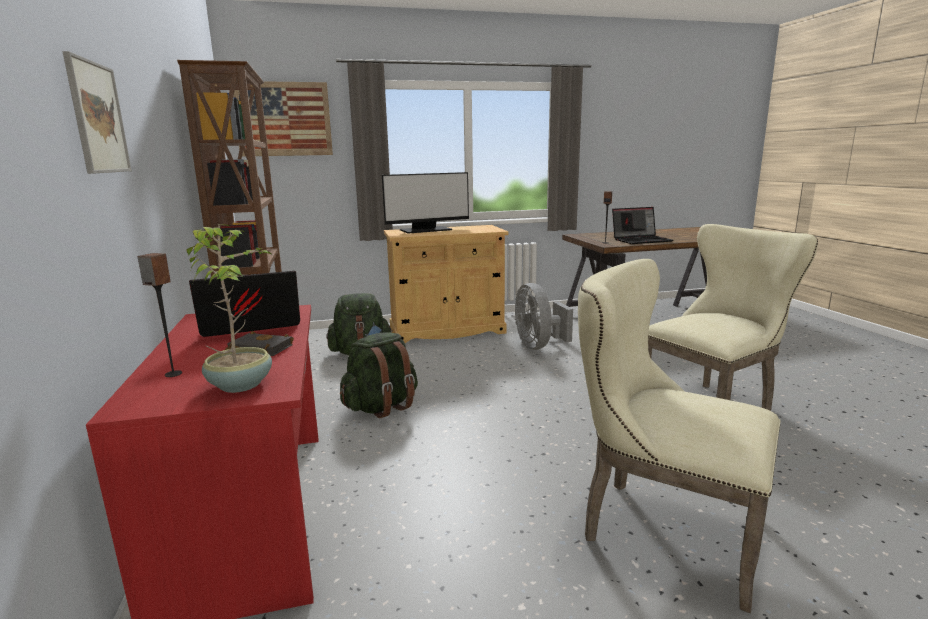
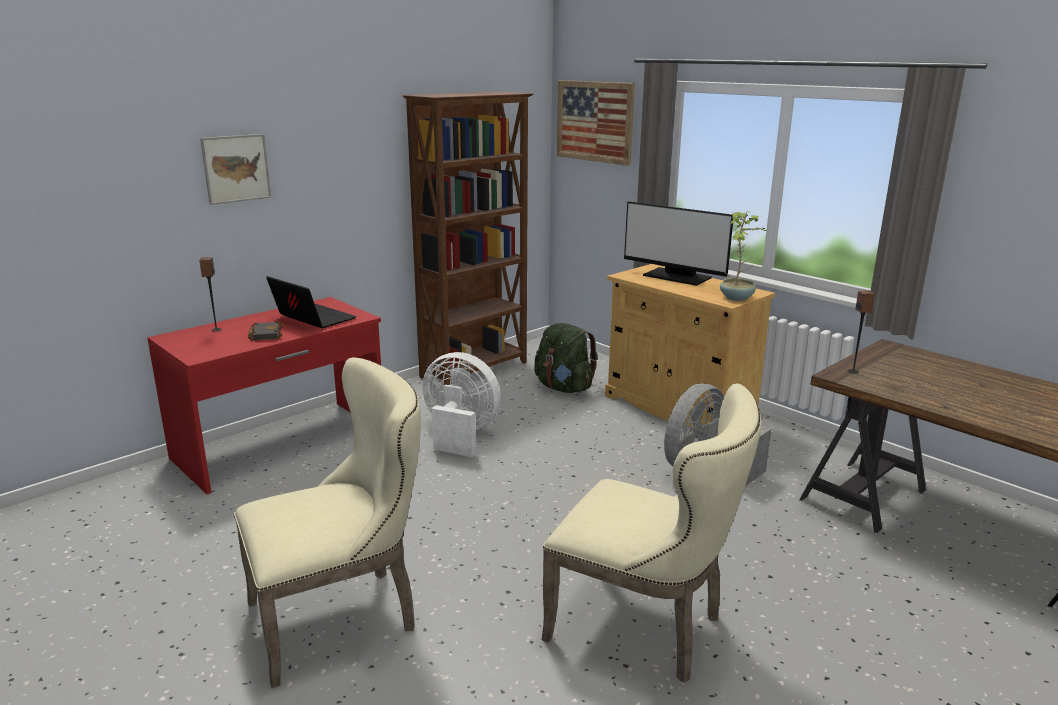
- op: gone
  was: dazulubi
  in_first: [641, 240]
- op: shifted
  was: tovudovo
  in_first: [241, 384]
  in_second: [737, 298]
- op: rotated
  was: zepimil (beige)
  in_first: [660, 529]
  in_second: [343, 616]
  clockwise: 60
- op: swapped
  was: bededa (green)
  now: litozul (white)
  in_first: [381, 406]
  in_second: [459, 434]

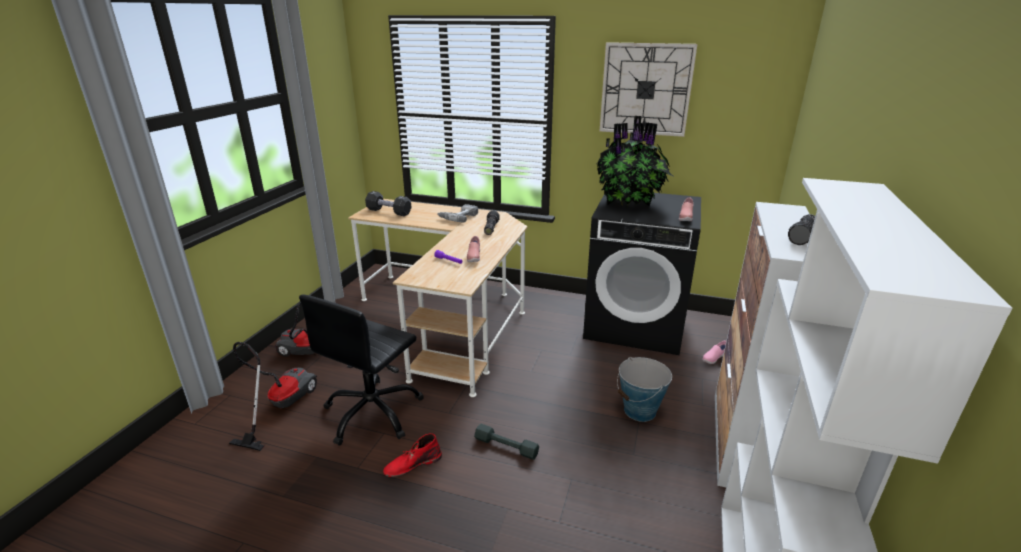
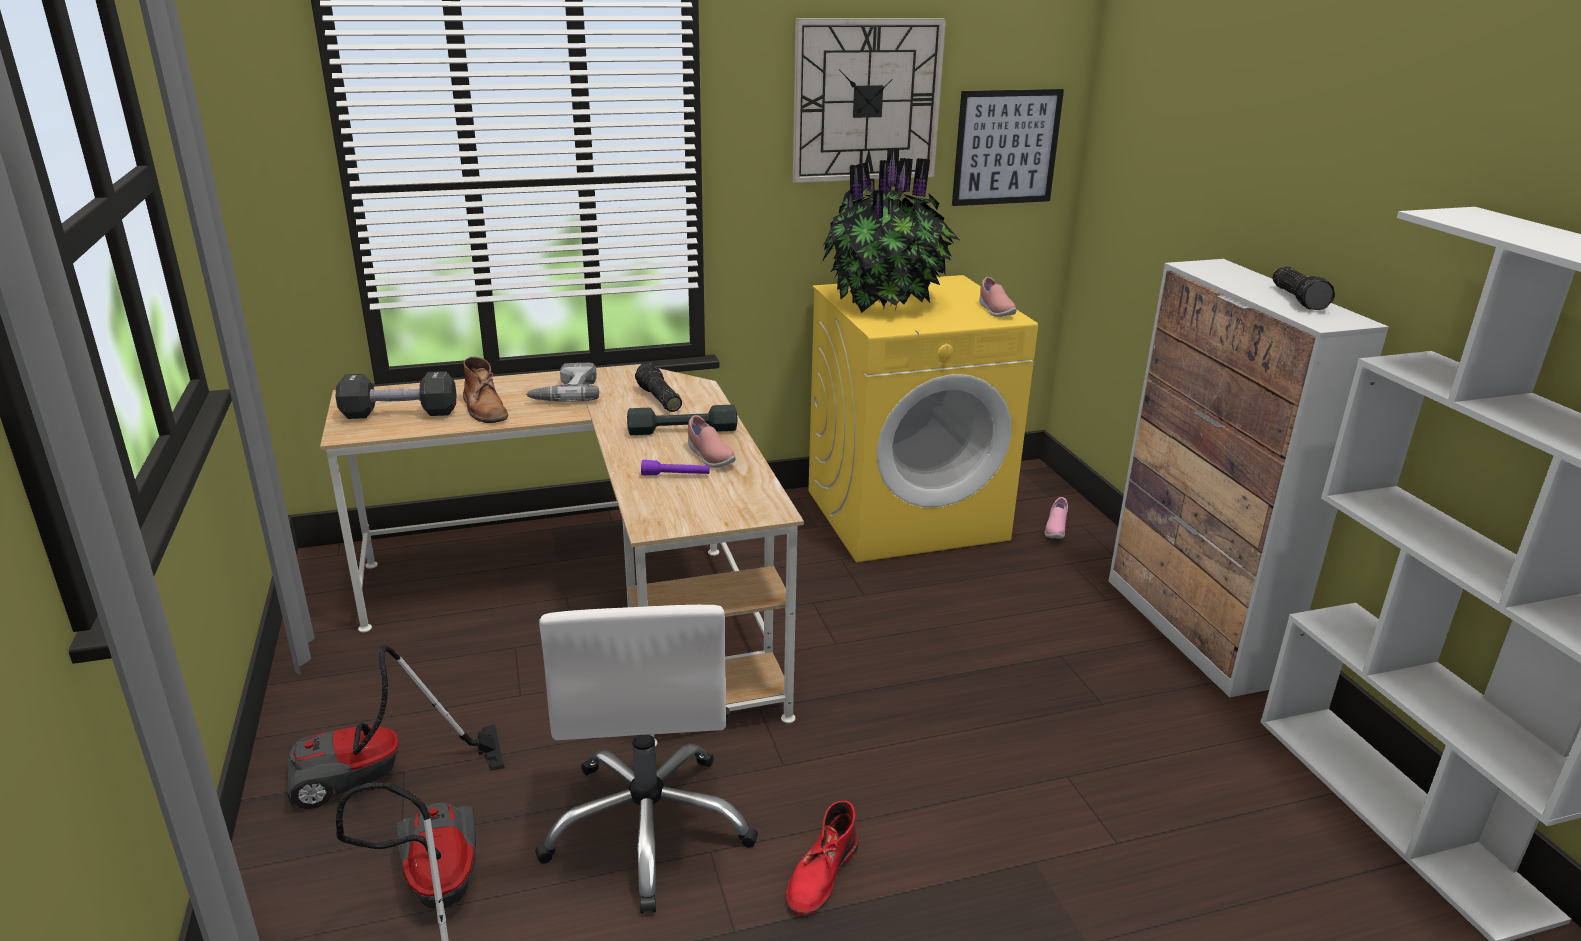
- op: repainted
  was: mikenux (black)
  now: mikenux (yellow)
  in_first: [635, 324]
  in_second: [906, 514]
- op: repainted
  was: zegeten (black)
  now: zegeten (white)
  in_first: [373, 413]
  in_second: [649, 826]
- op: gone
  was: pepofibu
  in_first: [640, 411]
- op: shifted
  was: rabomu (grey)
  in_first: [506, 446]
  in_second: [682, 430]
- op: new
  now: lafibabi
  in_second: [1006, 147]
- op: new
  now: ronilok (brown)
  in_second: [485, 409]

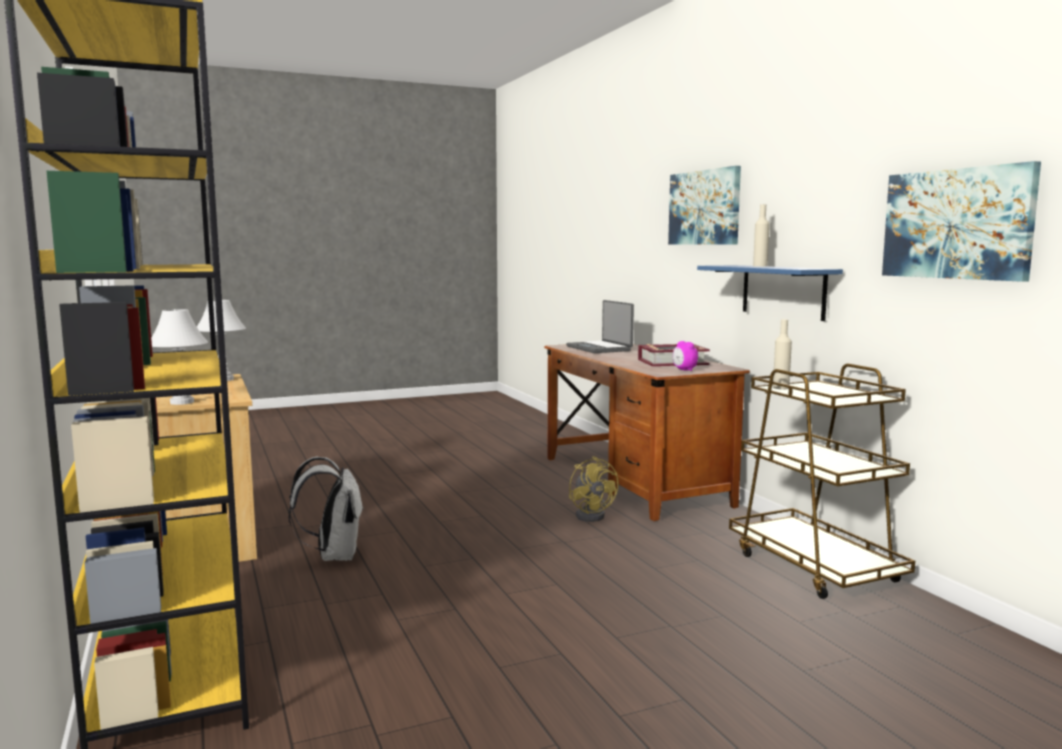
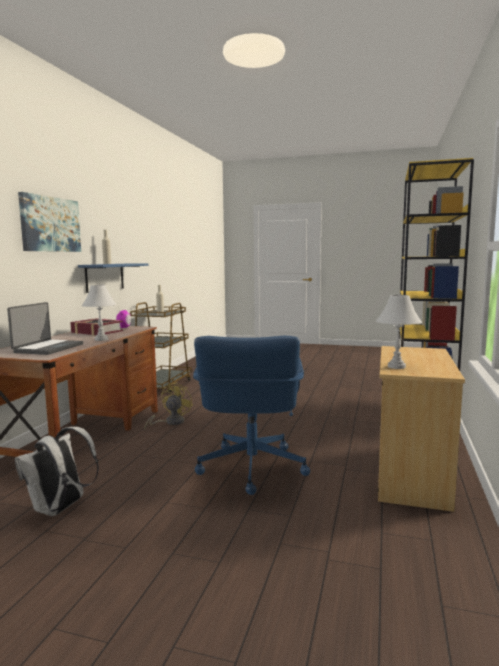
- op: gone
  was: lafibabi
  in_first: [956, 224]
- op: shifted
  was: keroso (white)
  in_first: [182, 402]
  in_second: [101, 339]
- op: shifted
  was: bededa (white)
  in_first: [333, 556]
  in_second: [60, 509]
- op: new
  now: zegeten (blue)
  in_second: [251, 468]

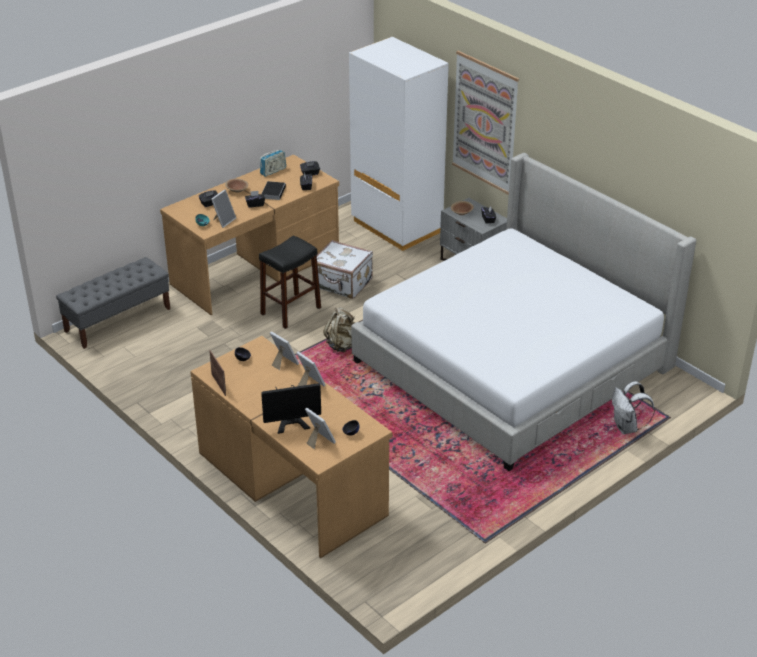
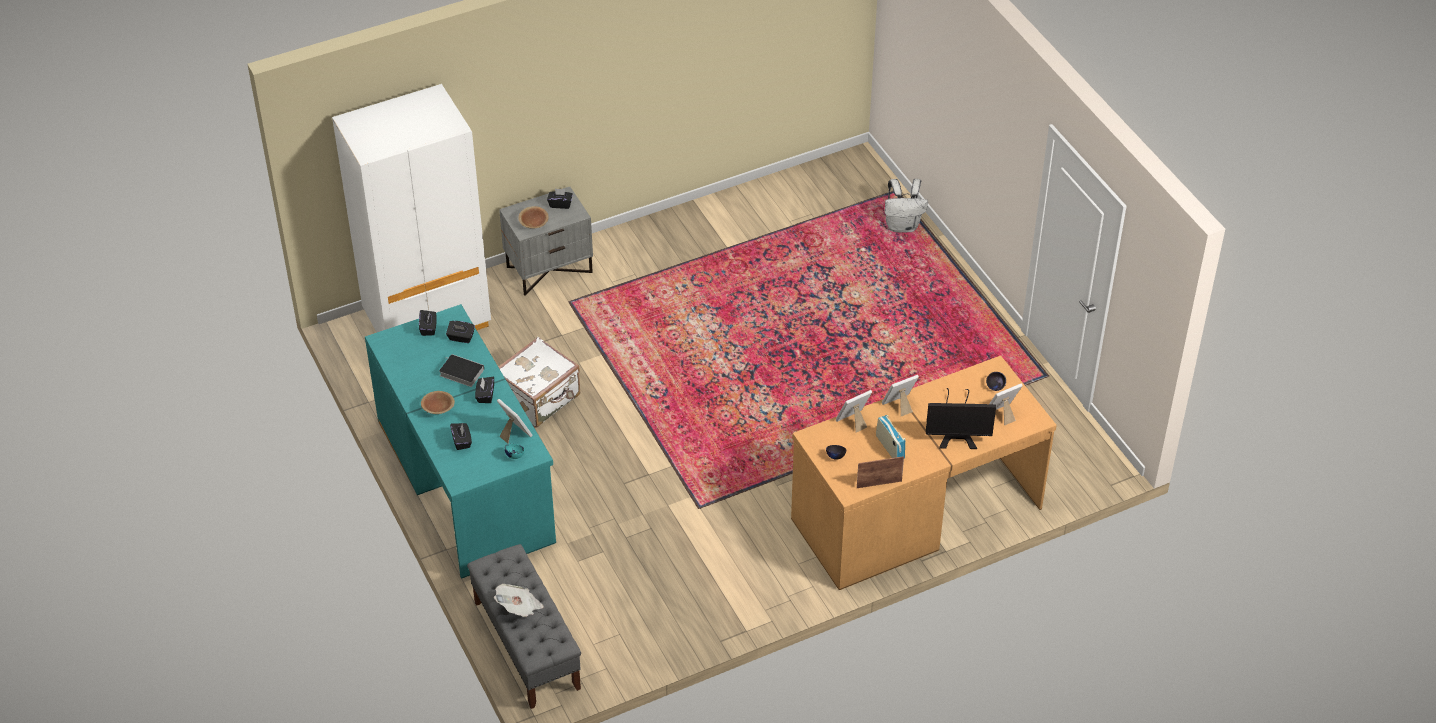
- op: gone
  was: lafibabi
  in_first: [484, 123]
- op: shifted
  was: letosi
  in_first: [273, 171]
  in_second: [890, 447]
- op: gone
  was: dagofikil
  in_first: [512, 364]
- op: repainted
  was: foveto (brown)
  now: foveto (turquoise)
  in_first: [256, 270]
  in_second: [467, 480]
- op: gone
  was: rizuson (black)
  in_first: [290, 311]
- op: gone
  was: bededa (beige)
  in_first: [342, 345]
- op: rotated
  was: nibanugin
  in_first: [290, 418]
  in_second: [957, 431]
  clockwise: 90
- op: new
  now: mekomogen
  in_second: [519, 608]

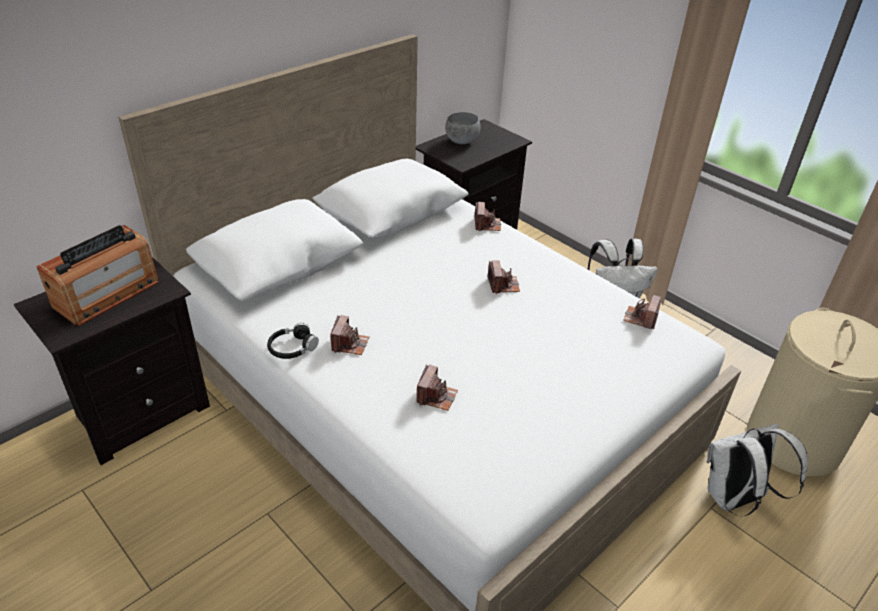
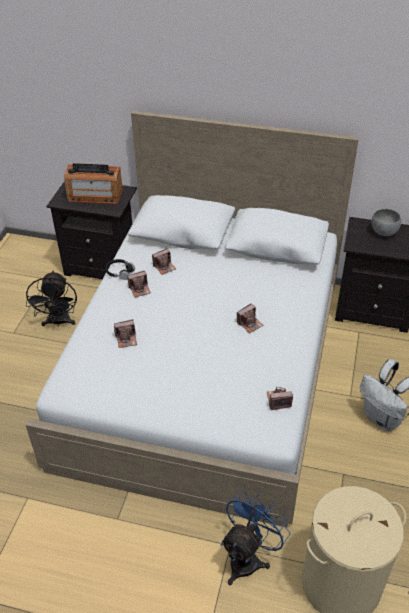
- op: shifted
  was: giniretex
  in_first: [487, 225]
  in_second: [164, 267]
- op: swapped
  was: bededa (white)
  now: litozul (blue)
  in_first: [734, 499]
  in_second: [248, 557]
- op: new
  now: litozul (black)
  in_second: [58, 322]

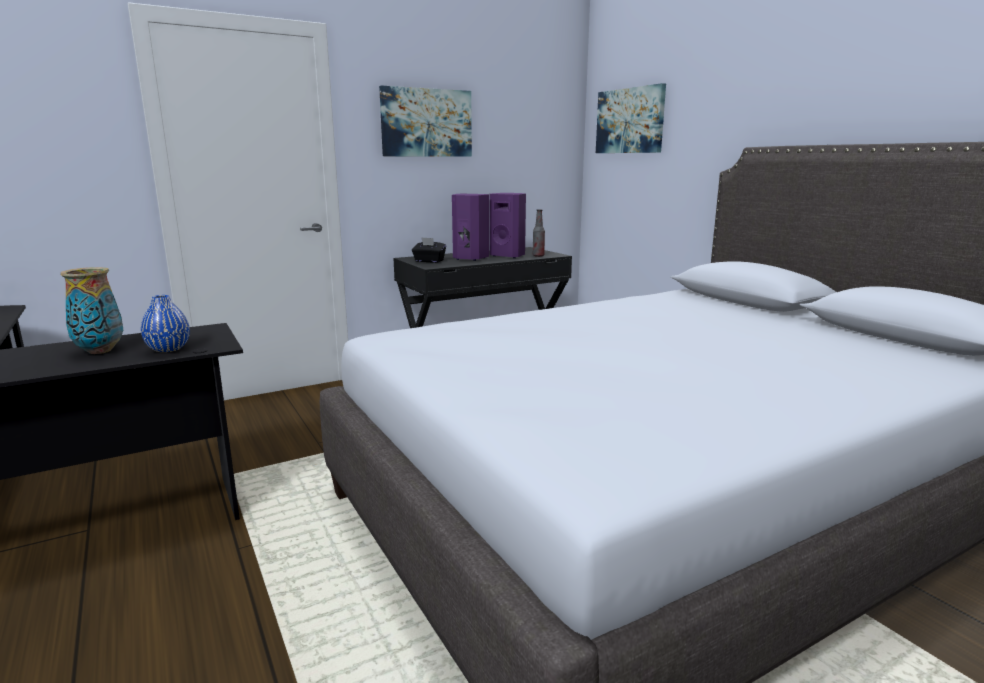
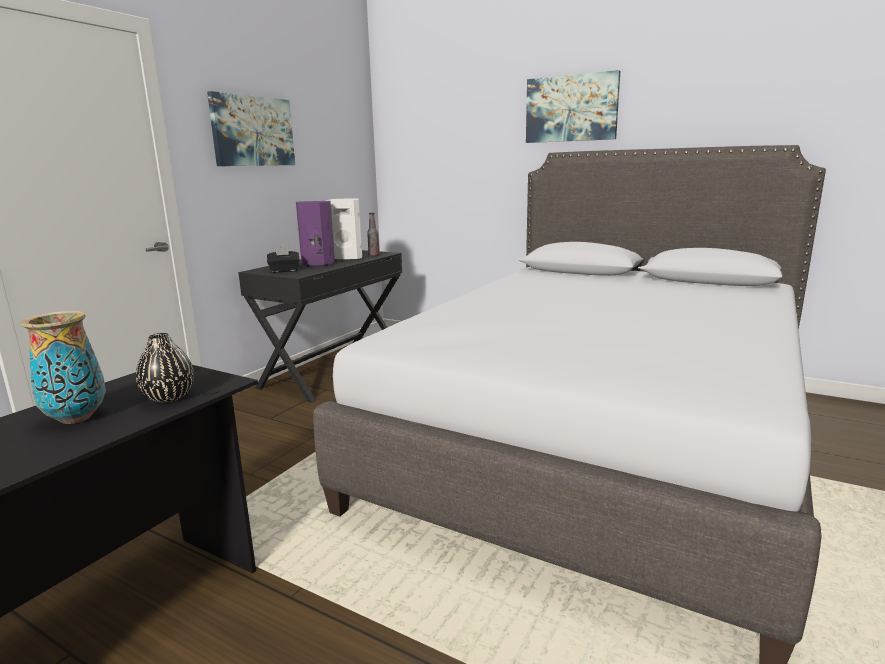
- op: shifted
  was: lafibabi
  in_first: [630, 121]
  in_second: [571, 108]
- op: repainted
  was: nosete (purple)
  now: nosete (white)
  in_first: [508, 256]
  in_second: [348, 258]
- op: repainted
  was: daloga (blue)
  now: daloga (black)
  in_first: [168, 349]
  in_second: [169, 397]

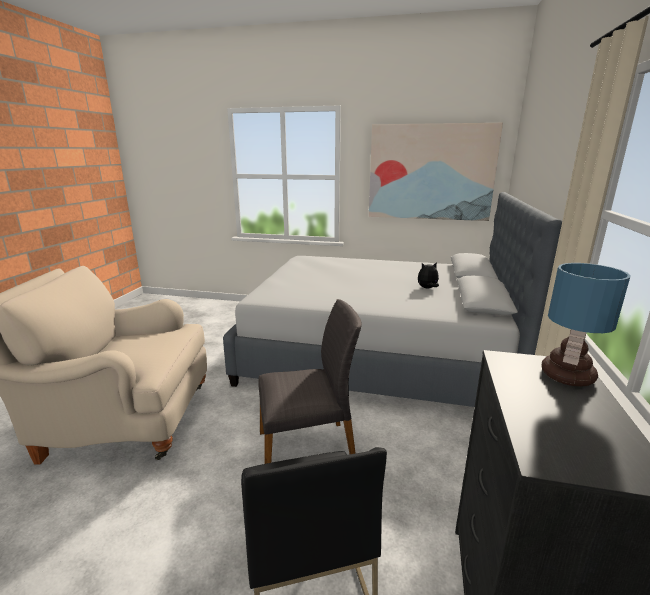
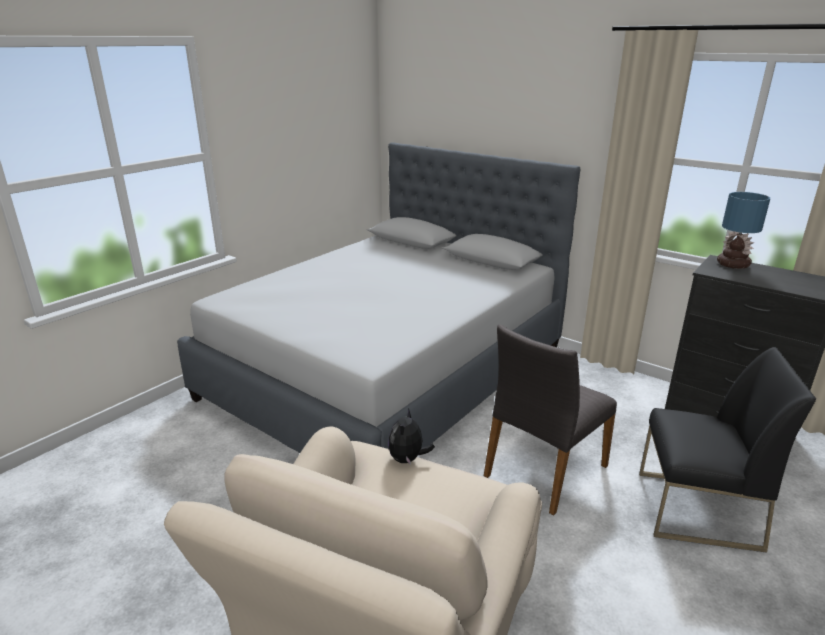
- op: gone
  was: lafibabi
  in_first: [430, 172]
- op: shifted
  was: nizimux
  in_first: [427, 288]
  in_second: [408, 459]
- op: rotated
  was: zepimil (grey)
  in_first: [307, 450]
  in_second: [543, 470]
  clockwise: -150

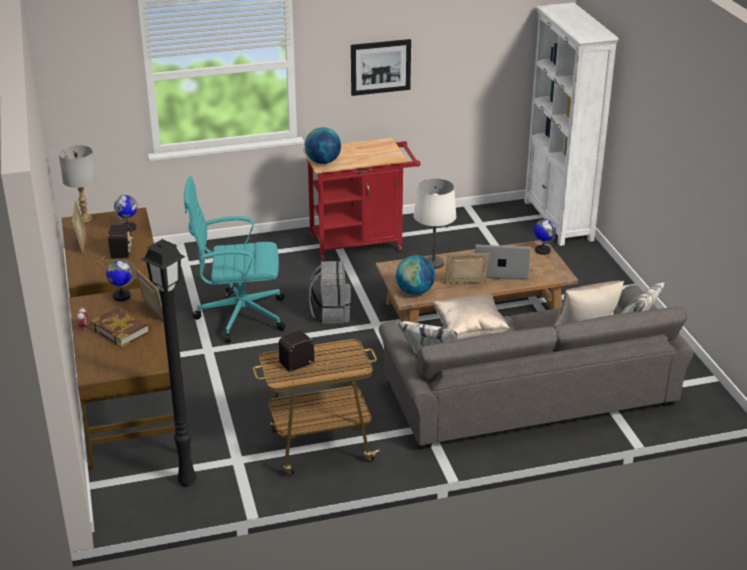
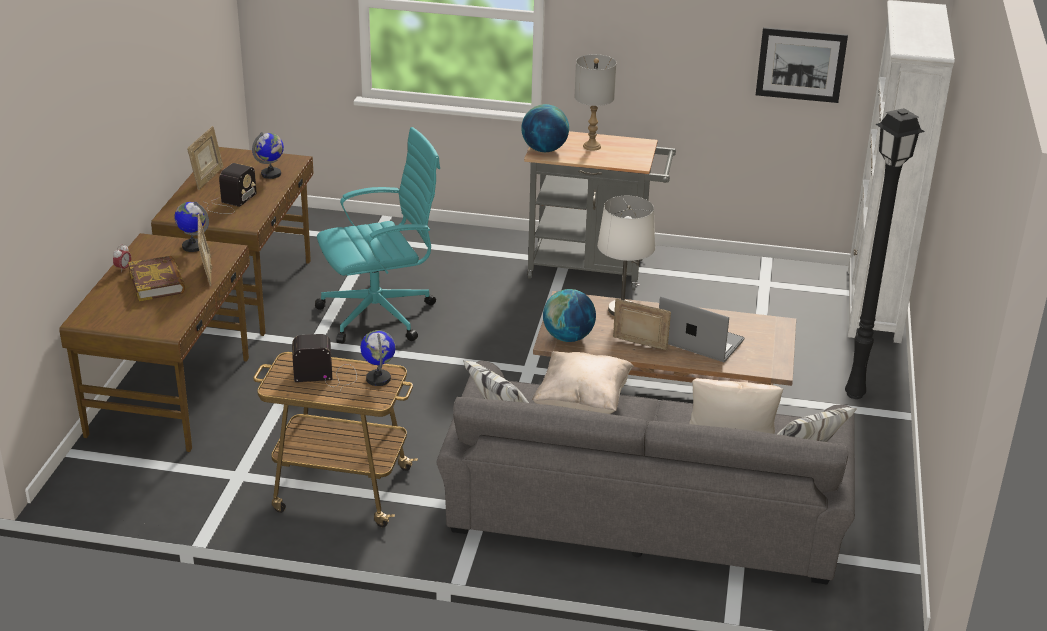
- op: shifted
  was: lafibabi
  in_first: [380, 67]
  in_second: [801, 64]
- op: repainted
  was: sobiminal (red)
  now: sobiminal (grey)
  in_first: [361, 243]
  in_second: [594, 269]
- op: shifted
  was: keroso (grey)
  in_first: [85, 218]
  in_second: [592, 146]
- op: rotated
  was: zegeten (turquoise)
  in_first: [239, 316]
  in_second: [381, 314]
  clockwise: 135
- op: shifted
  was: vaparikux
  in_first: [542, 250]
  in_second: [378, 379]
- op: shifted
  was: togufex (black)
  in_first: [187, 483]
  in_second: [854, 395]
- op: gone
  was: bededa (grey)
  in_first: [331, 313]

